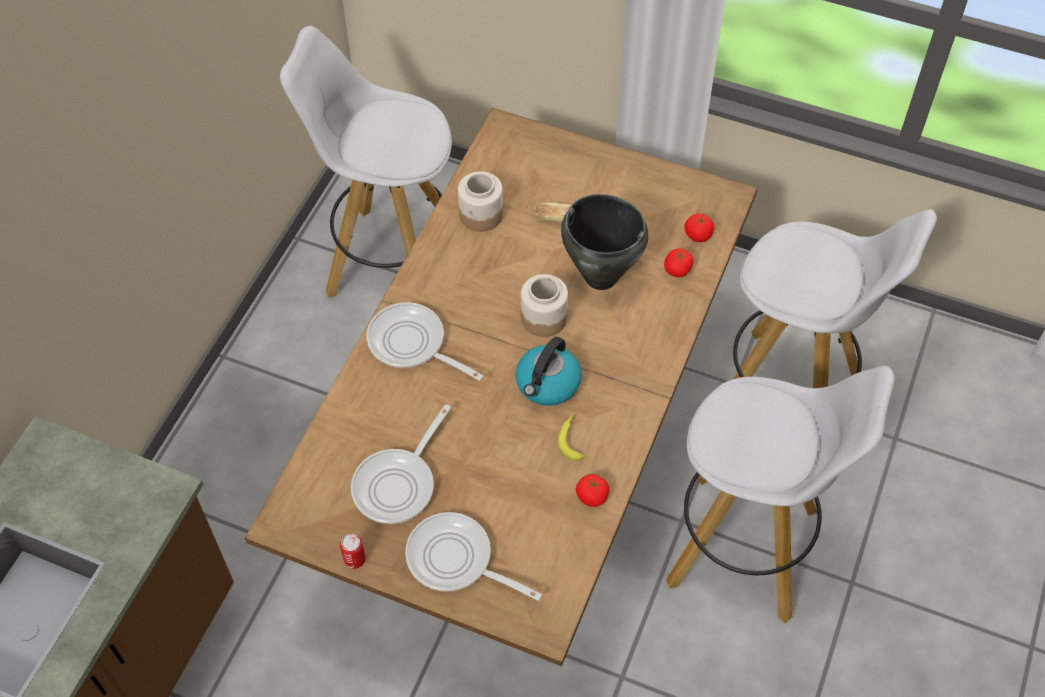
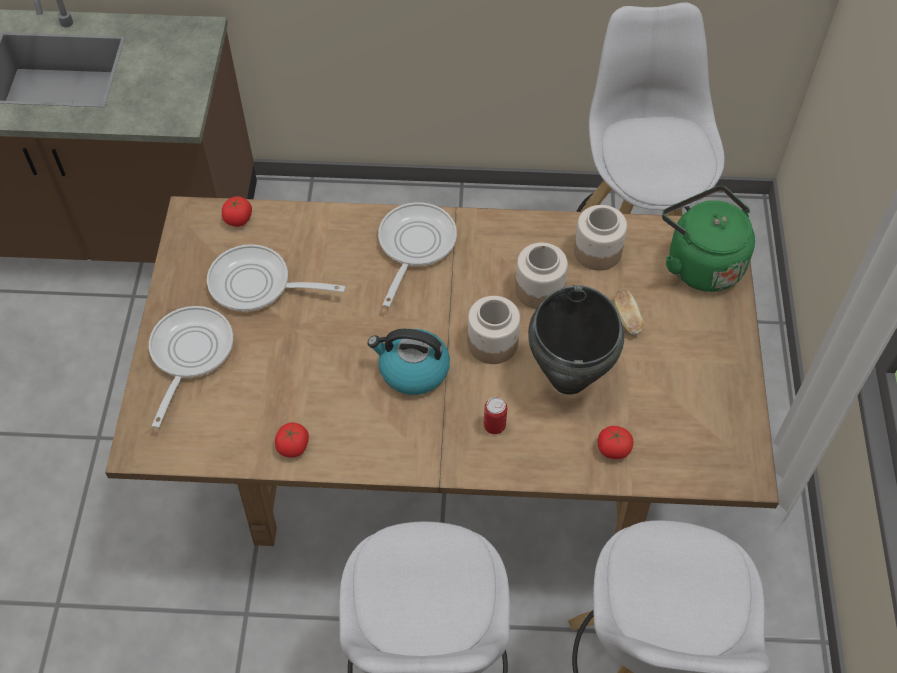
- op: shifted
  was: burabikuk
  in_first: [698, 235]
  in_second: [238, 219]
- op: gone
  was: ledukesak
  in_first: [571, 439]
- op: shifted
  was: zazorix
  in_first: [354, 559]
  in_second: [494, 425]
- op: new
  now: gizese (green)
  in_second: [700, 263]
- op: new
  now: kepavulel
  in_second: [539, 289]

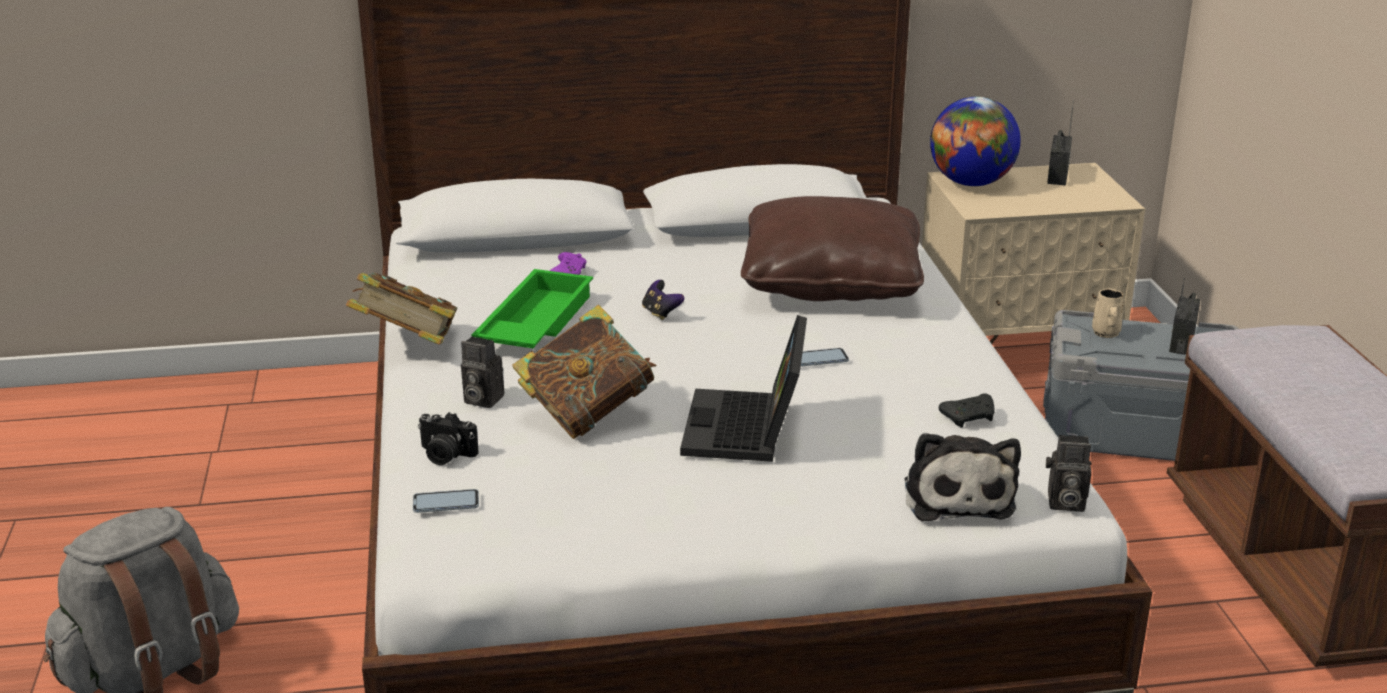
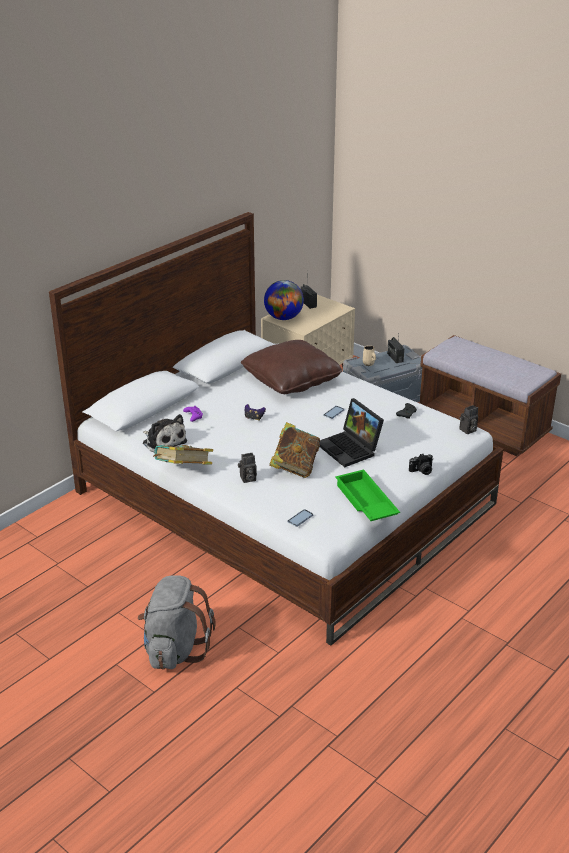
- op: shifted
  was: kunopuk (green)
  in_first: [533, 323]
  in_second: [364, 502]
- op: shifted
  was: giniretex
  in_first: [445, 455]
  in_second: [422, 471]
- op: shifted
  was: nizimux
  in_first: [957, 496]
  in_second: [163, 442]

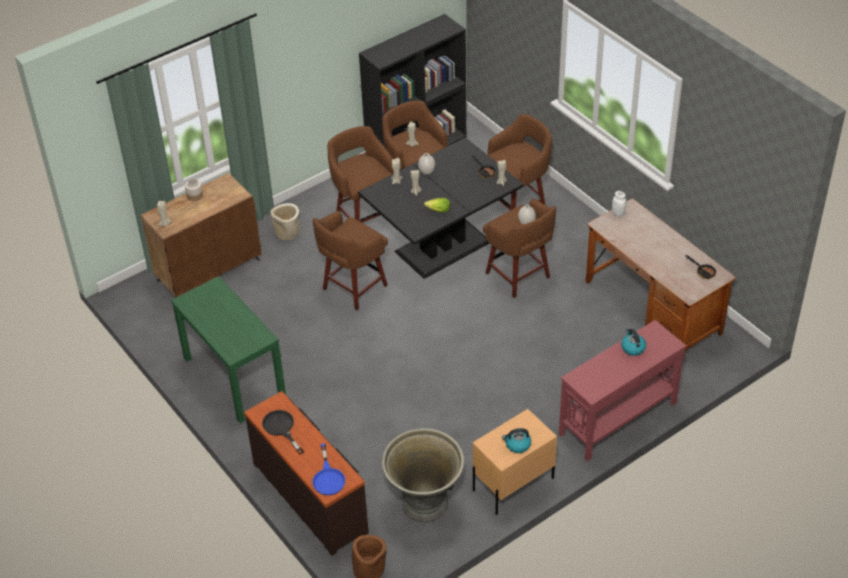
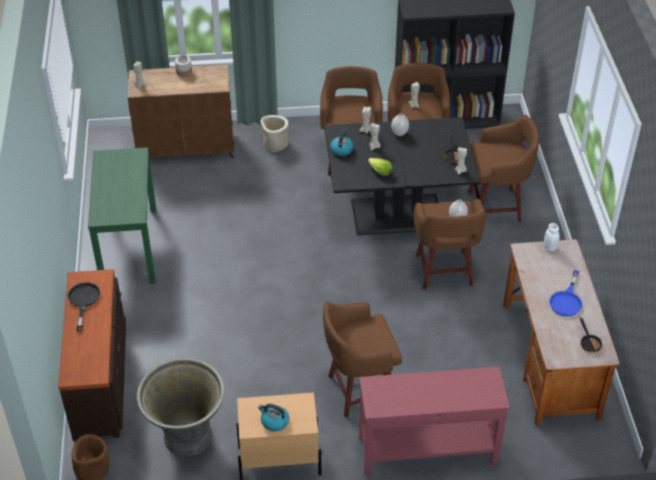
- op: shifted
  was: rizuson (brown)
  in_first: [353, 288]
  in_second: [358, 390]
- op: shifted
  was: gizese
  in_first: [632, 348]
  in_second: [341, 149]
- op: shifted
  was: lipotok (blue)
  in_first: [328, 477]
  in_second: [567, 300]

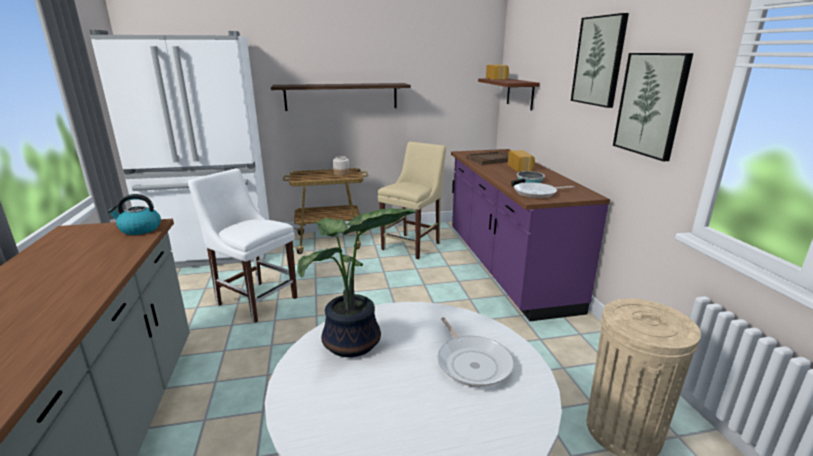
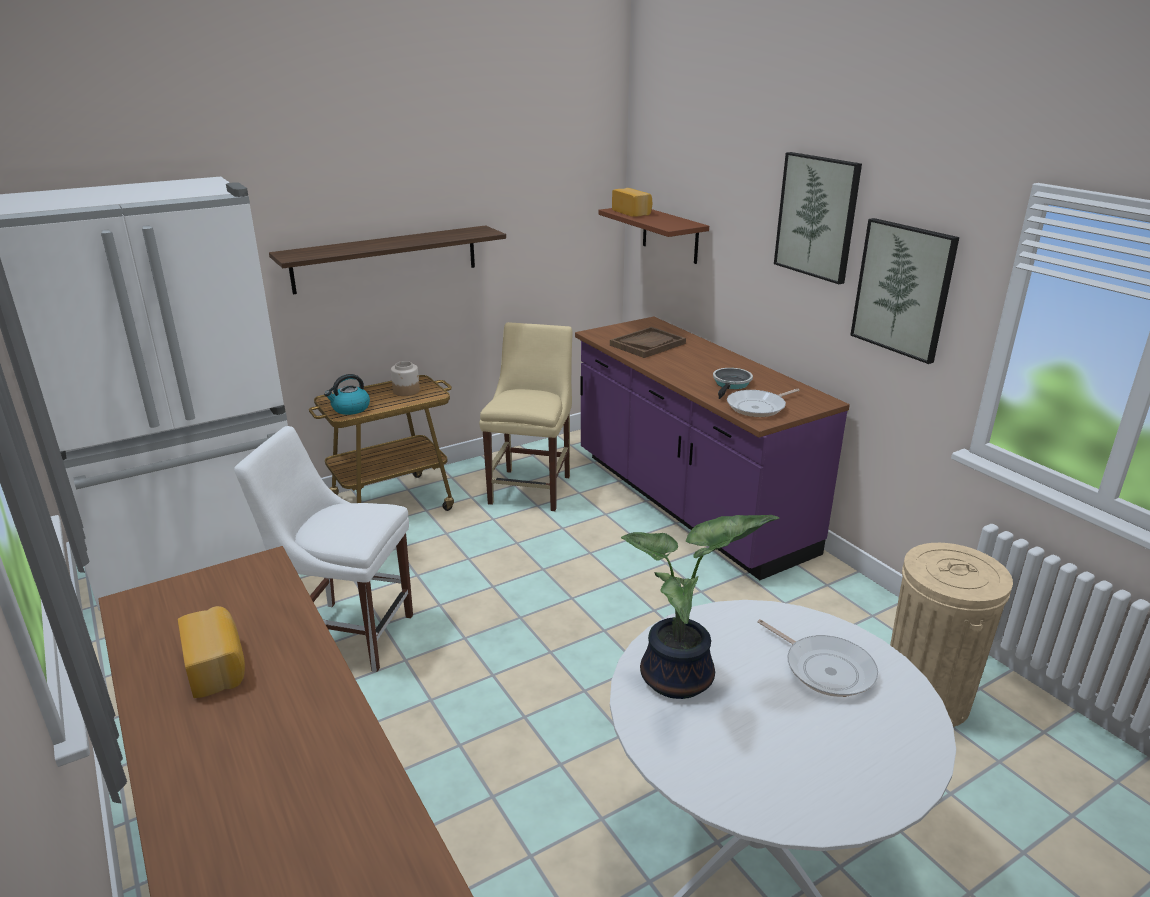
- op: shifted
  was: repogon
  in_first: [521, 168]
  in_second: [217, 666]
- op: shifted
  was: gizese
  in_first: [139, 229]
  in_second: [350, 409]

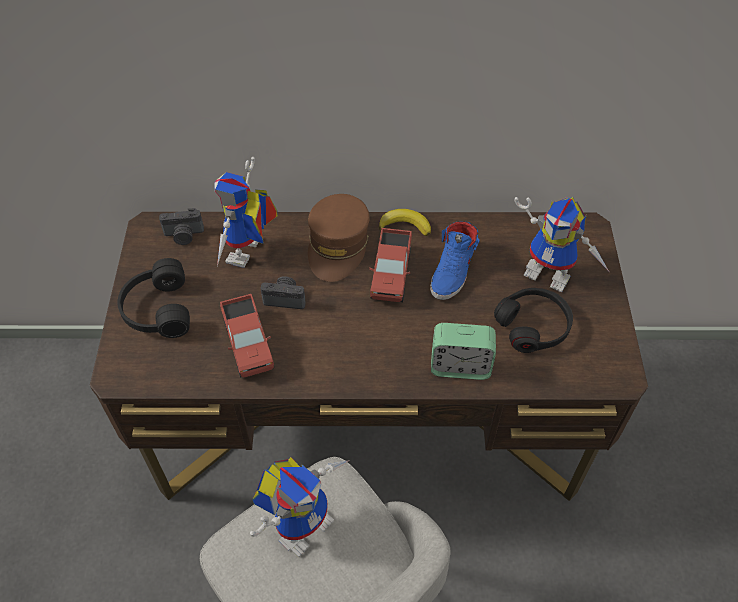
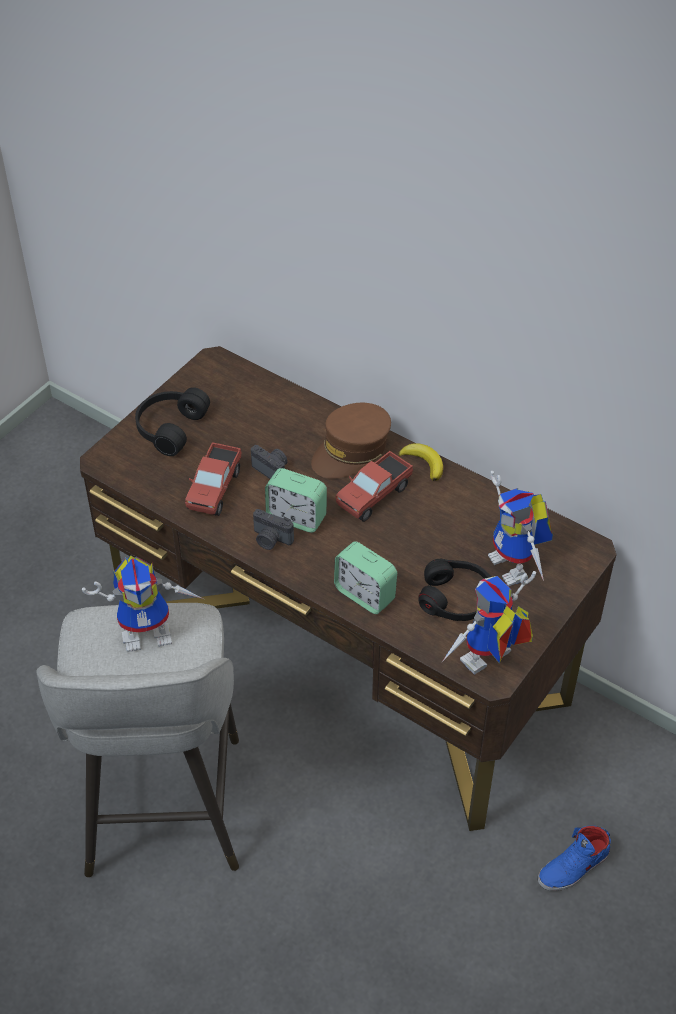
- op: shifted
  was: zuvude
  in_first: [249, 255]
  in_second: [487, 664]
- op: shifted
  was: giniretex
  in_first: [184, 235]
  in_second: [271, 540]
- op: shifted
  was: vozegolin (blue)
  in_first: [453, 270]
  in_second: [574, 867]
- op: new
  now: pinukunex
  in_second: [296, 517]

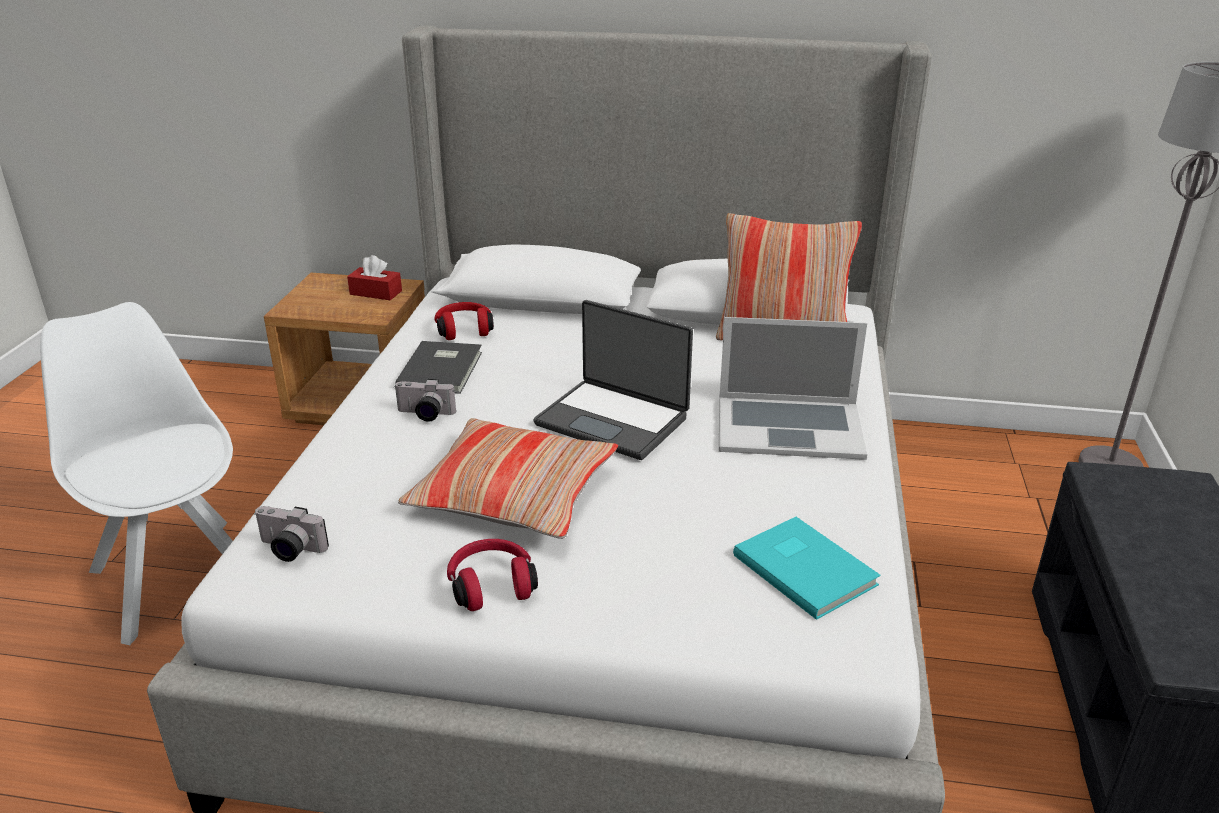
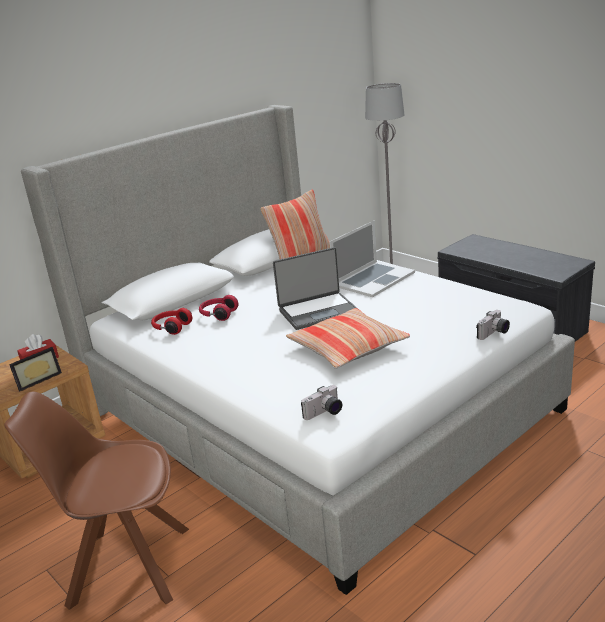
- op: repainted
  was: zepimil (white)
  now: zepimil (brown)
  in_first: [177, 576]
  in_second: [126, 566]
- op: gone
  was: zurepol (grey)
  in_first: [443, 369]
- op: shifted
  was: giniretex
  in_first: [424, 415]
  in_second: [494, 334]
- op: gone
  was: zurepol (turquoise)
  in_first: [805, 568]
- op: shifted
  was: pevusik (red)
  in_first: [491, 585]
  in_second: [218, 315]
- op: new
  now: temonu
  in_second: [37, 379]

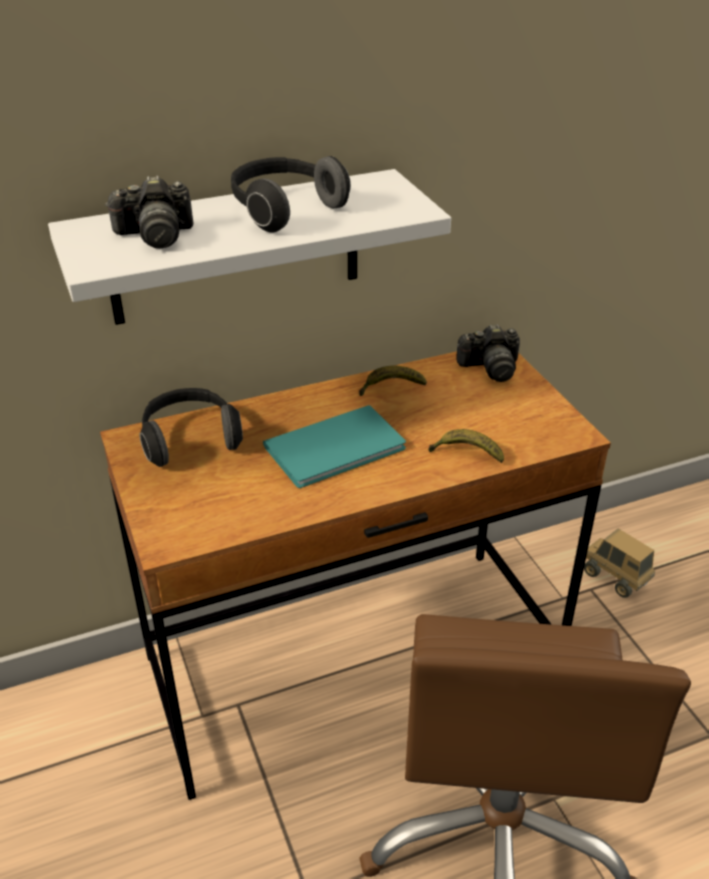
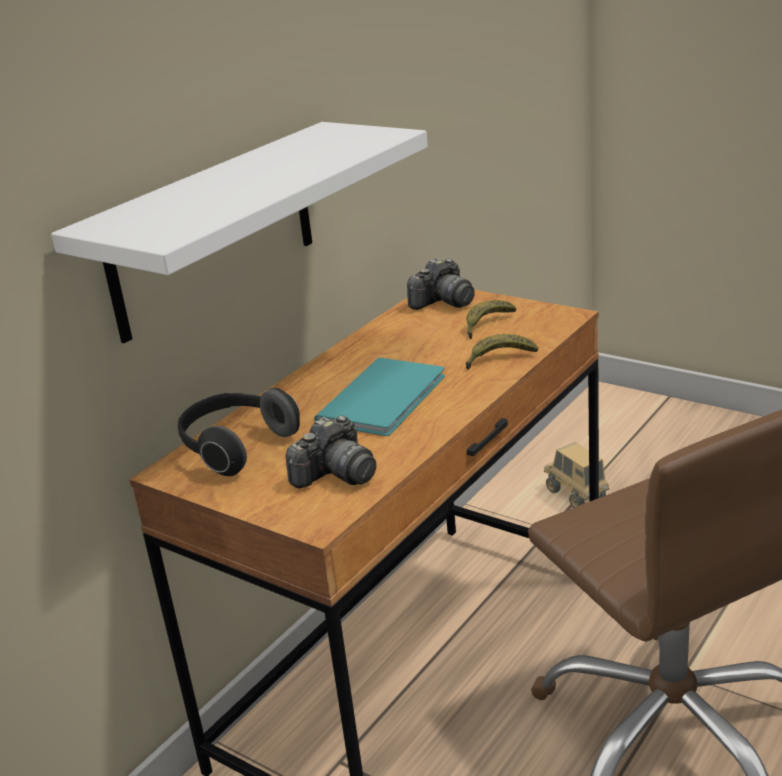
- op: gone
  was: pevusik
  in_first: [284, 210]
- op: shifted
  was: giniretex
  in_first: [155, 235]
  in_second: [336, 475]
- op: shifted
  was: ledukesak
  in_first: [390, 388]
  in_second: [487, 325]
- op: rotated
  was: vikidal
  in_first: [614, 578]
  in_second: [576, 495]
  clockwise: 45

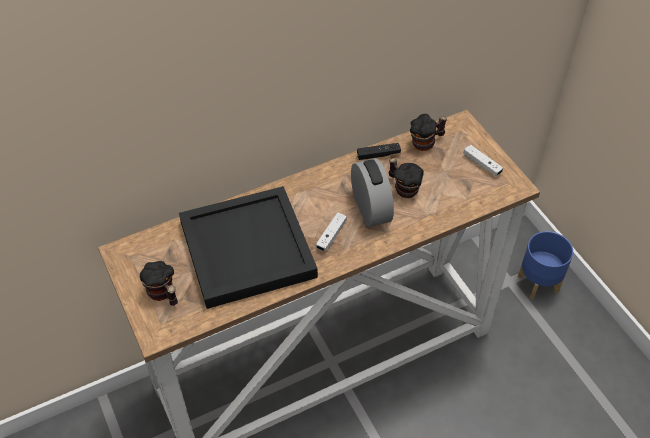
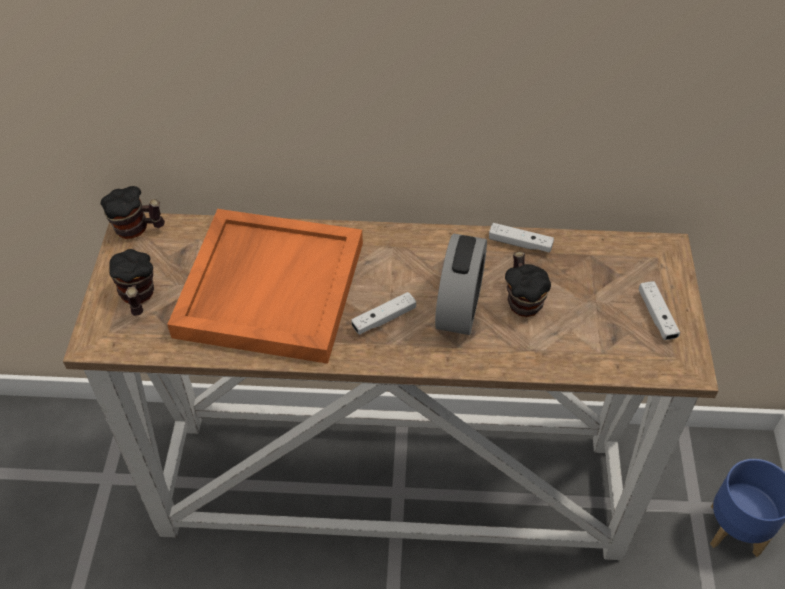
- op: shifted
  was: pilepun
  in_first: [426, 142]
  in_second: [137, 229]
- op: repainted
  was: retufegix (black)
  now: retufegix (white)
  in_first: [378, 155]
  in_second: [520, 243]
- op: repainted
  was: kunopuk (black)
  now: kunopuk (orange)
  in_first: [246, 248]
  in_second: [269, 287]

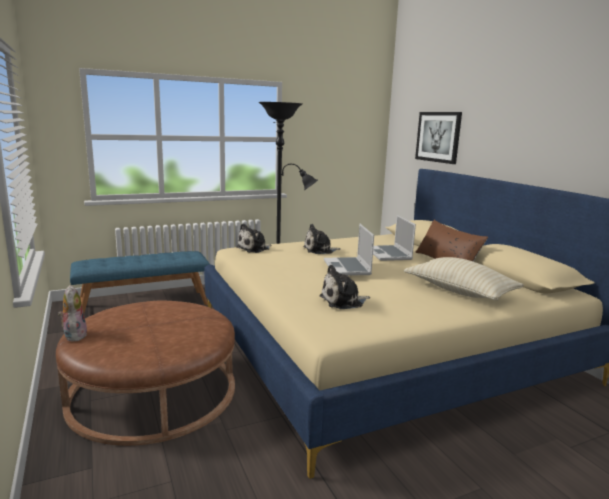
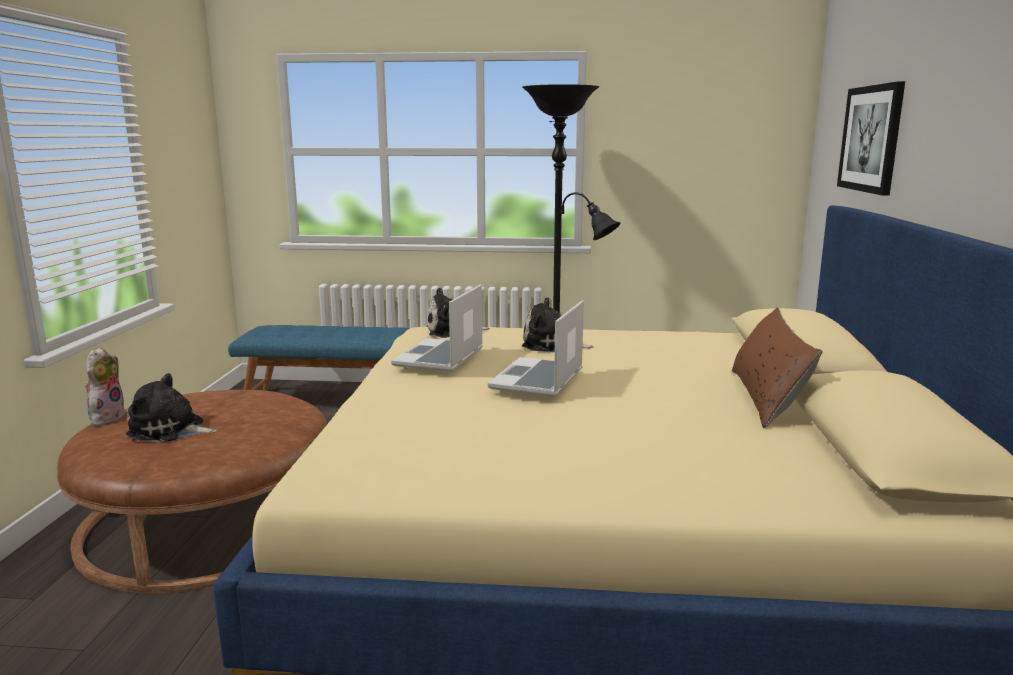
- op: shifted
  was: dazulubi
  in_first: [389, 254]
  in_second: [440, 358]
- op: gone
  was: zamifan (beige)
  in_first: [459, 292]
- op: shifted
  was: nizimux
  in_first: [343, 301]
  in_second: [170, 430]

